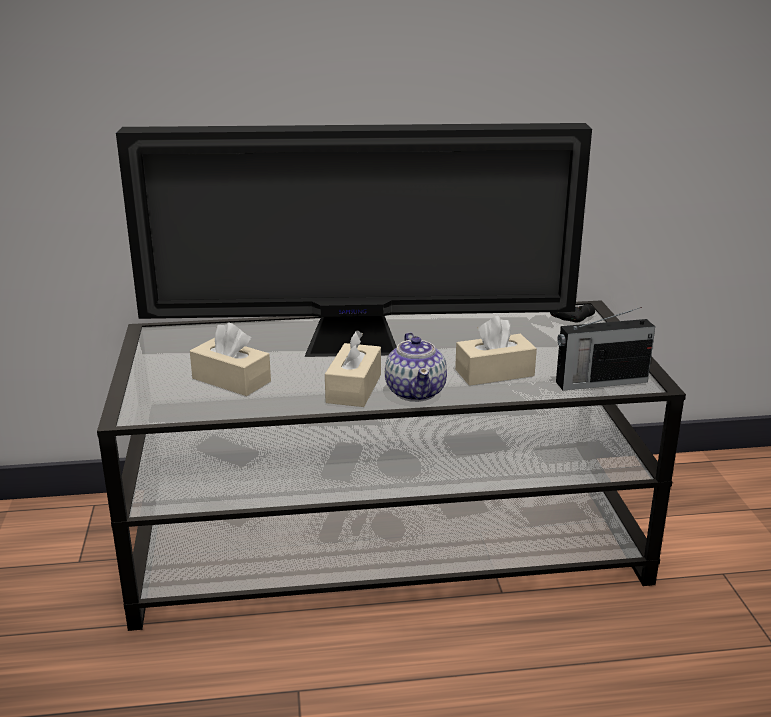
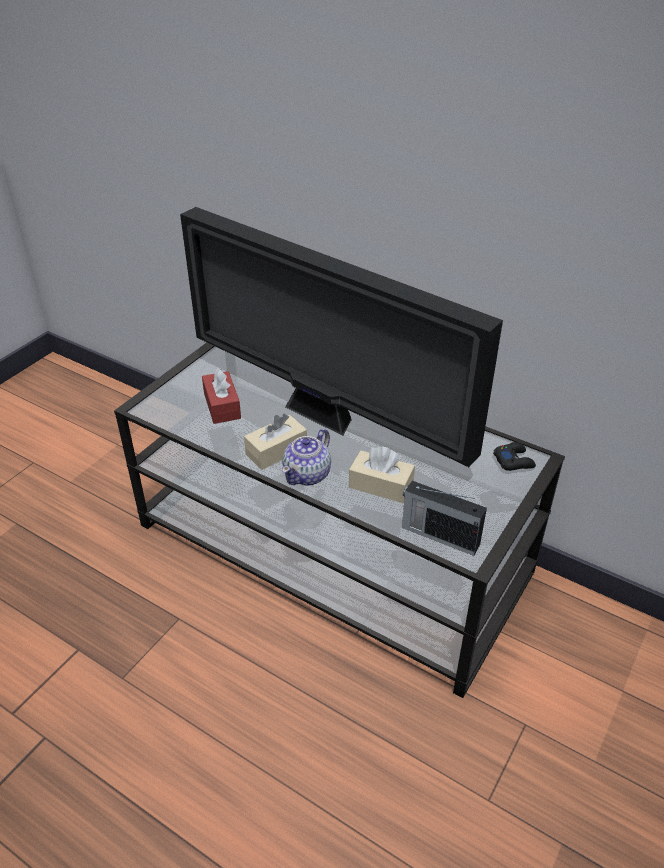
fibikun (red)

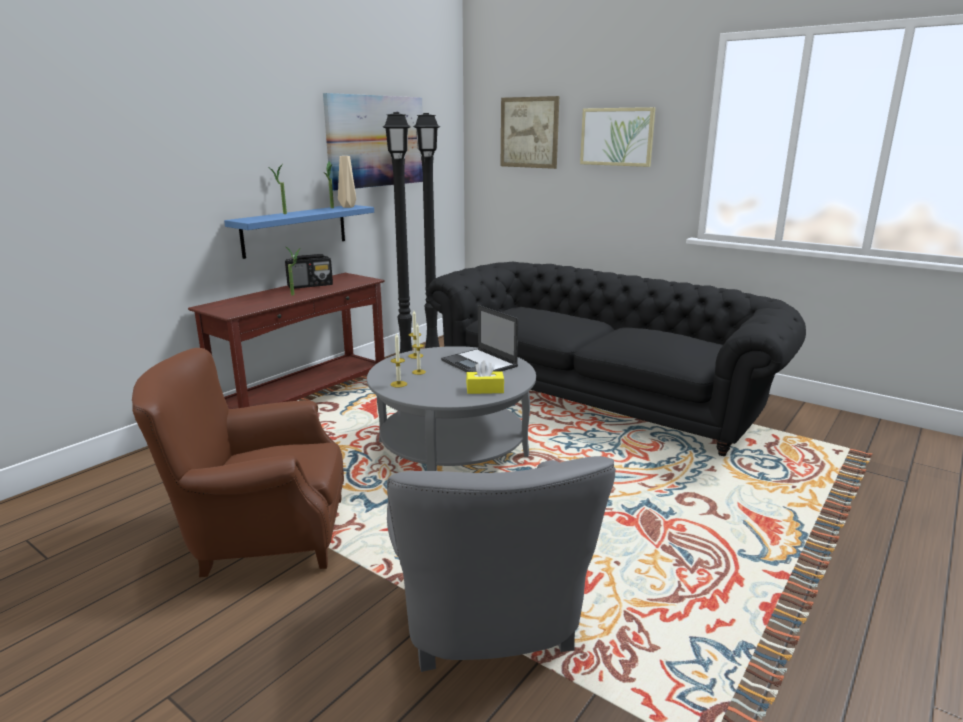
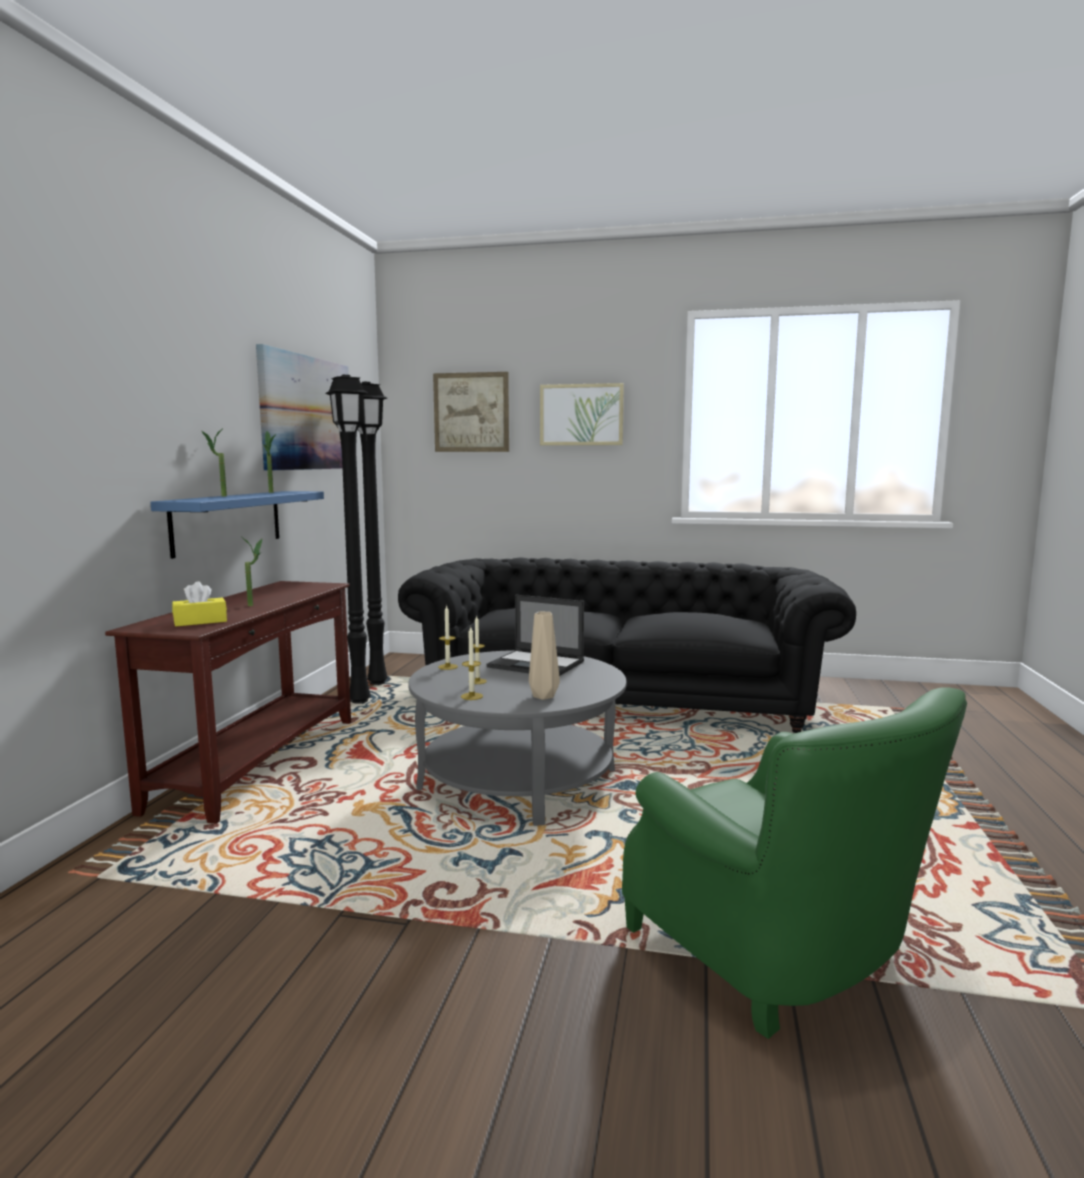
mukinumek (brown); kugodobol; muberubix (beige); mukinumek (green); fibikun (yellow)

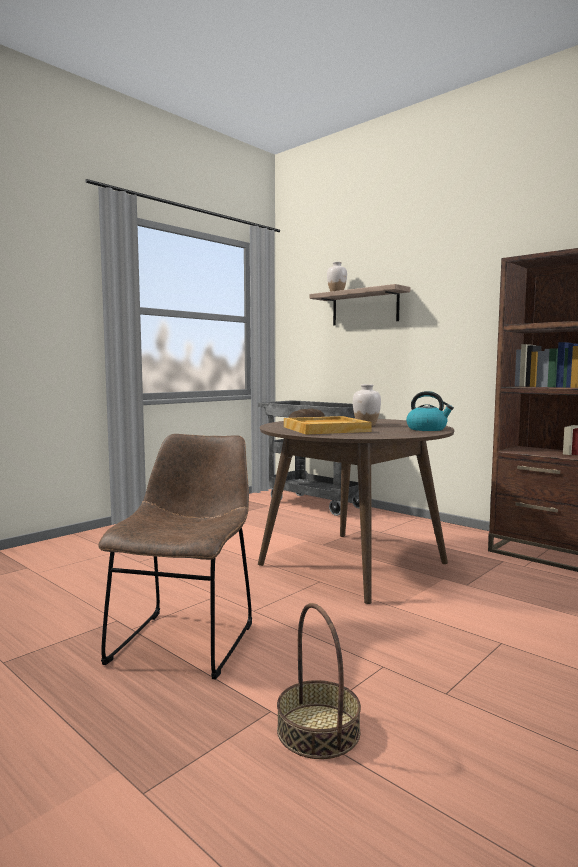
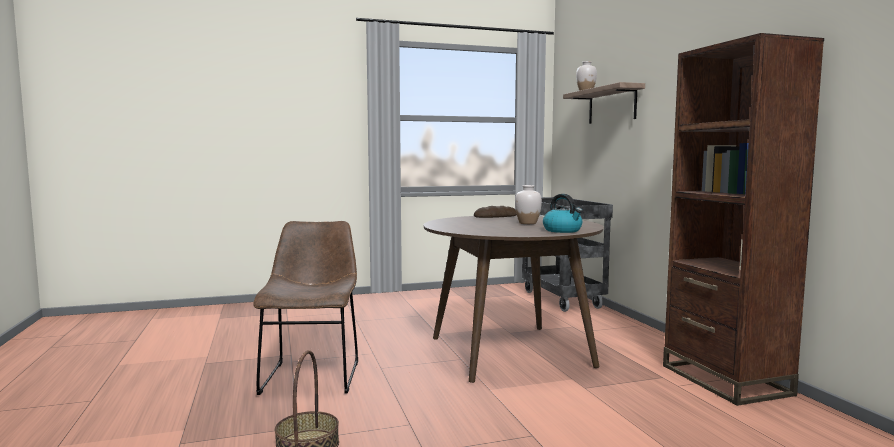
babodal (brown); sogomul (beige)

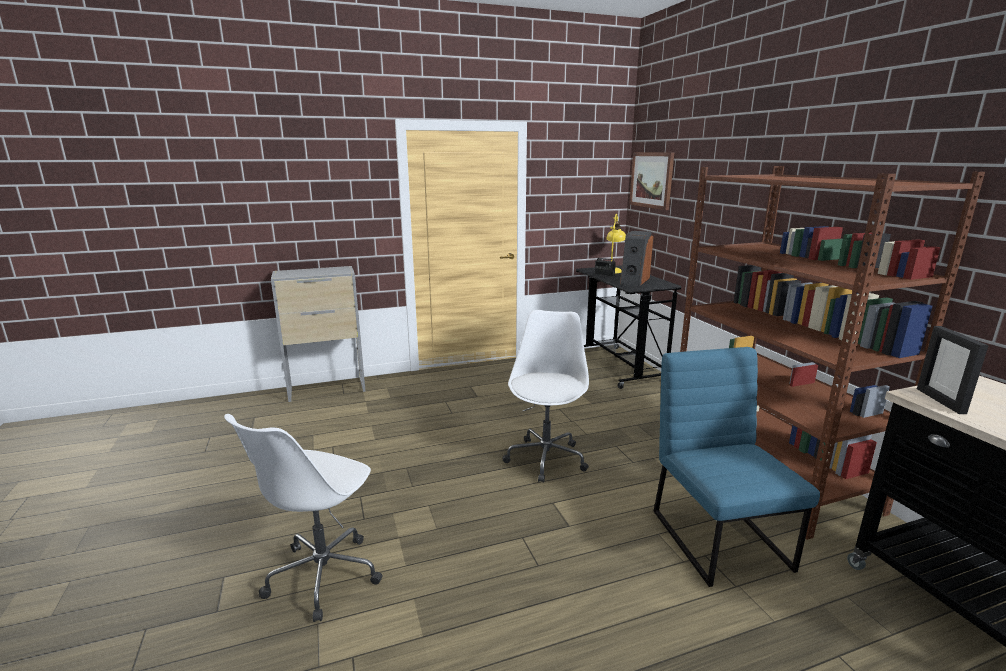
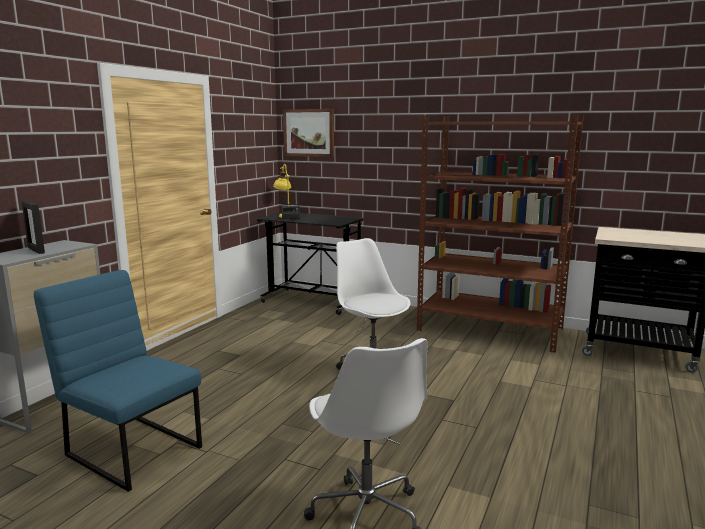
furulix; babodal (blue); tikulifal

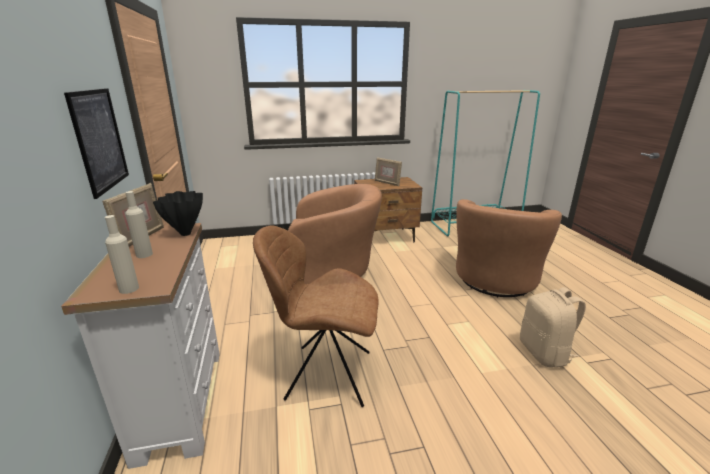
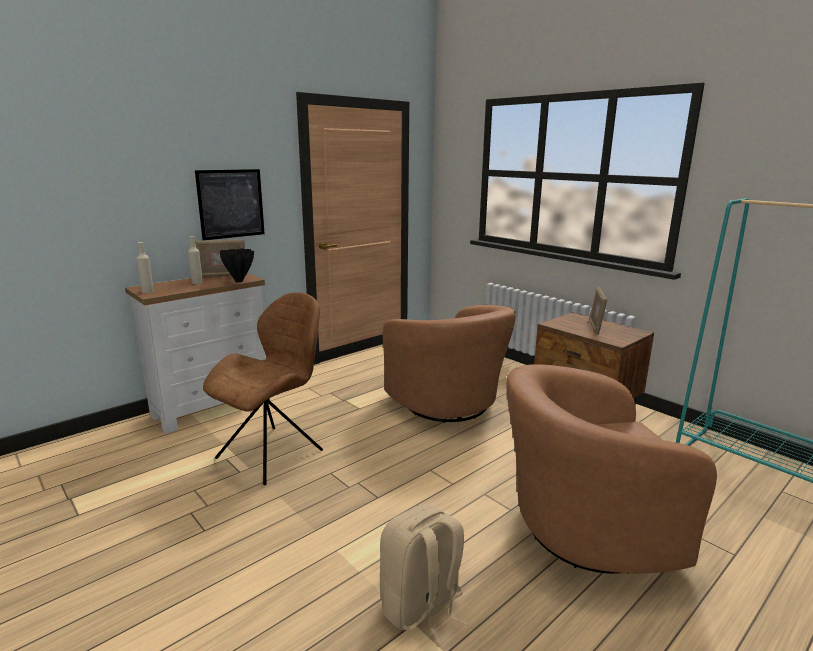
babodal (brown)

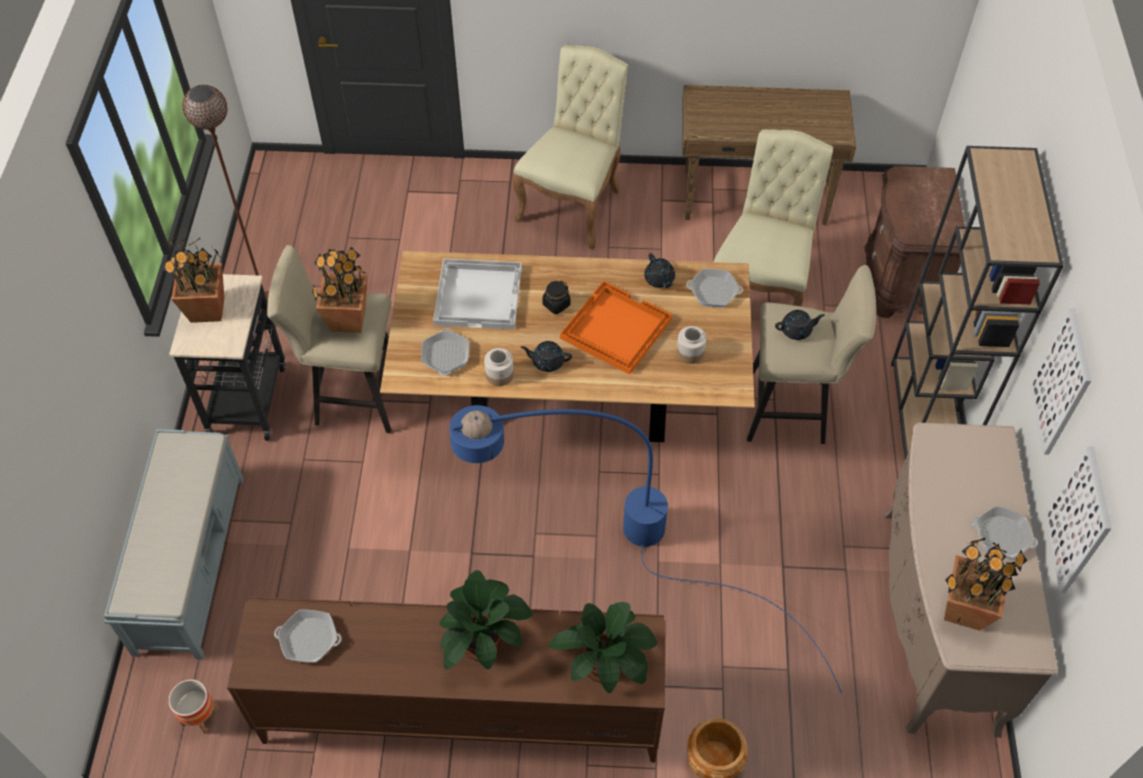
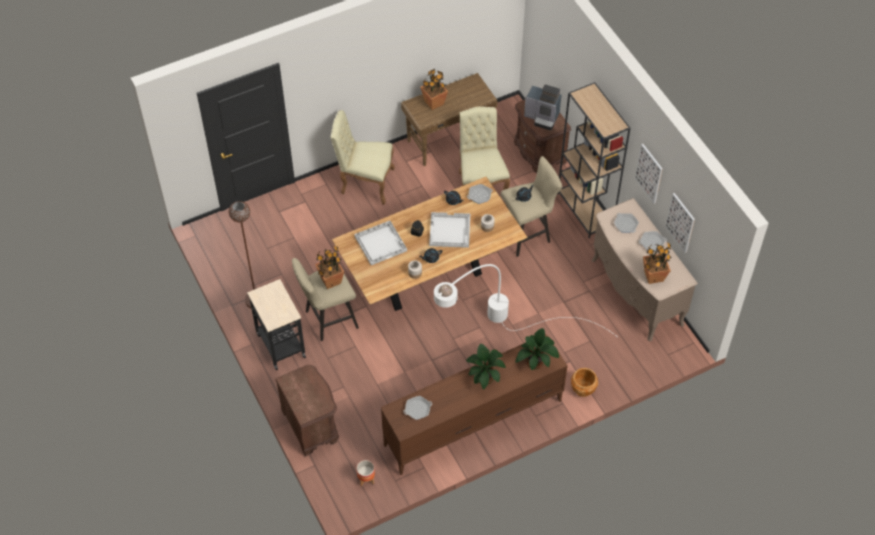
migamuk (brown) (1st from left); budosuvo (2nd from left); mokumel (3rd from left); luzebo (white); babodal (beige) (1st from left); sogomul (white) (2nd from left); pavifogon

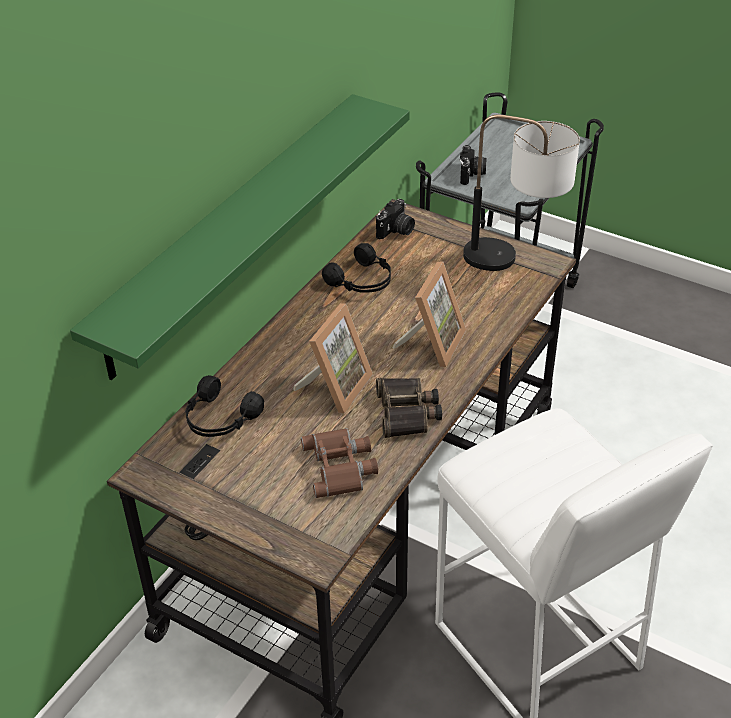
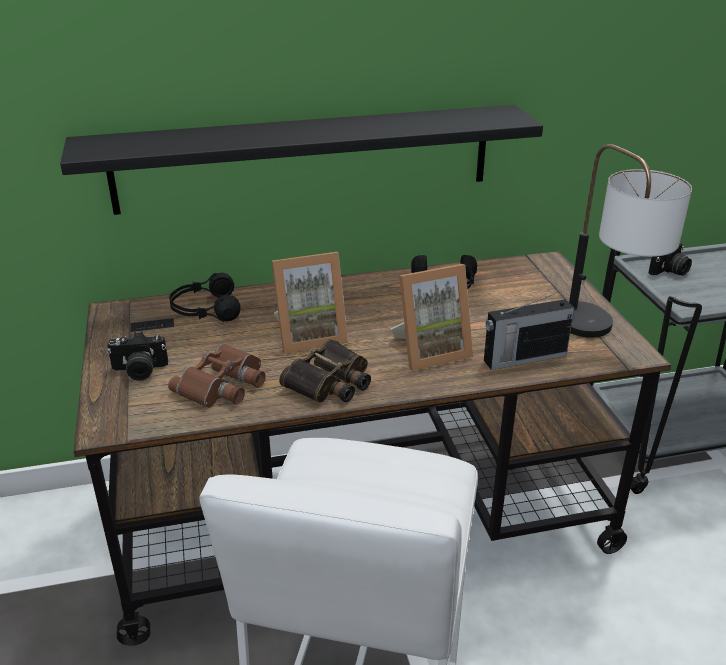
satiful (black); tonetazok (1st from left); kugodobol

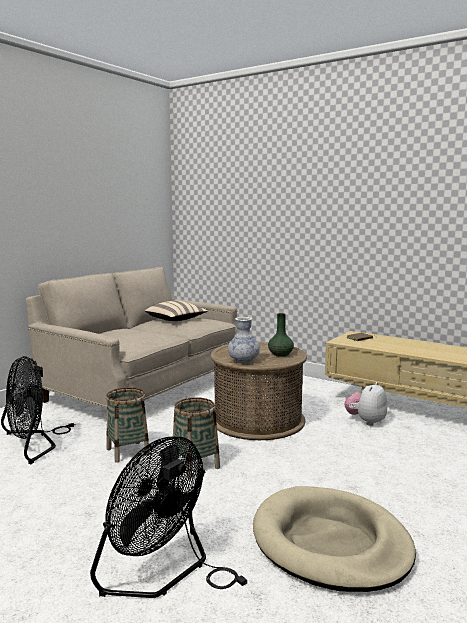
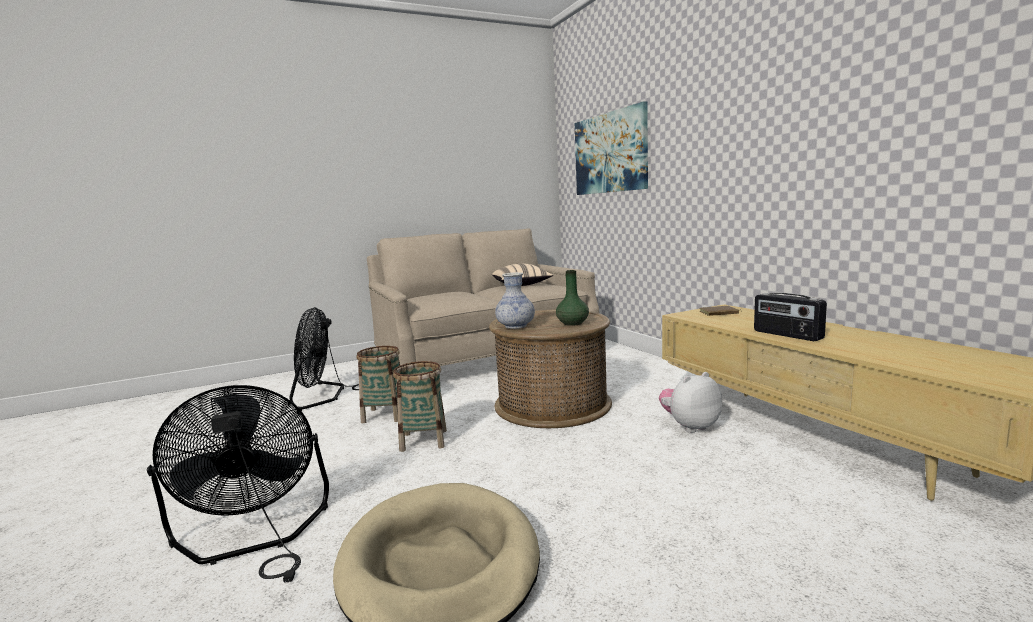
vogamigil; kugodobol

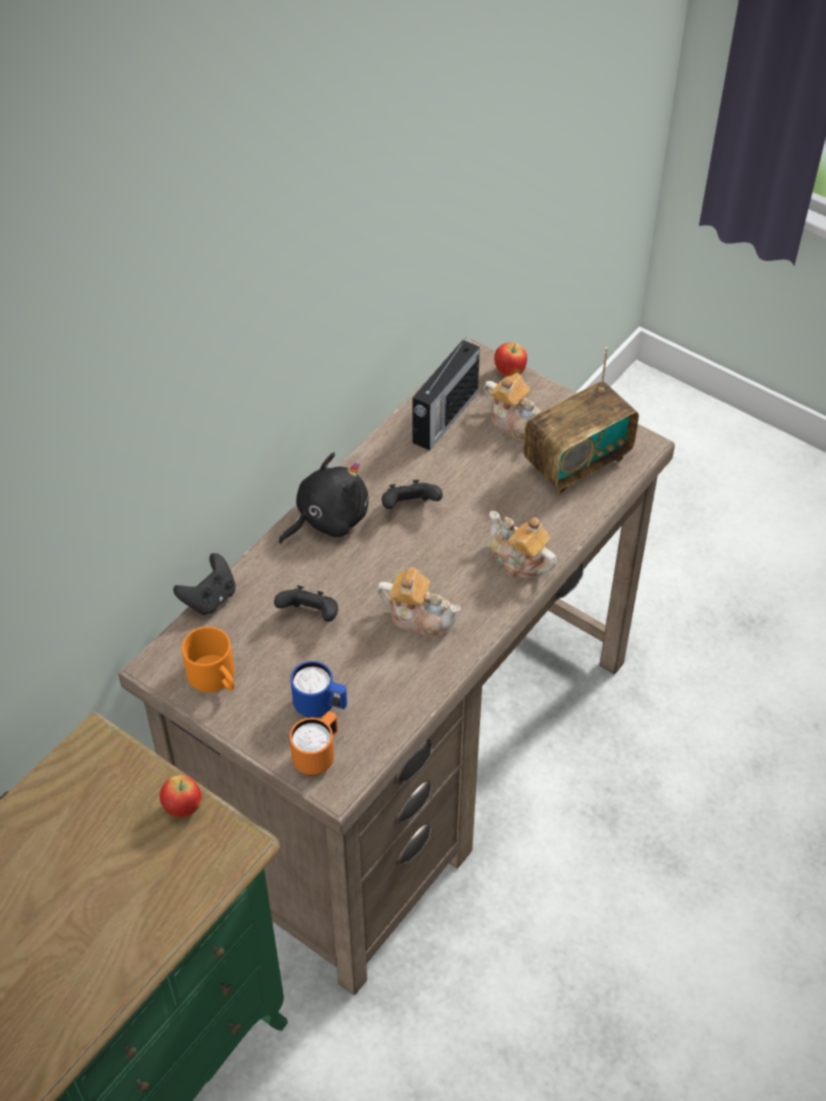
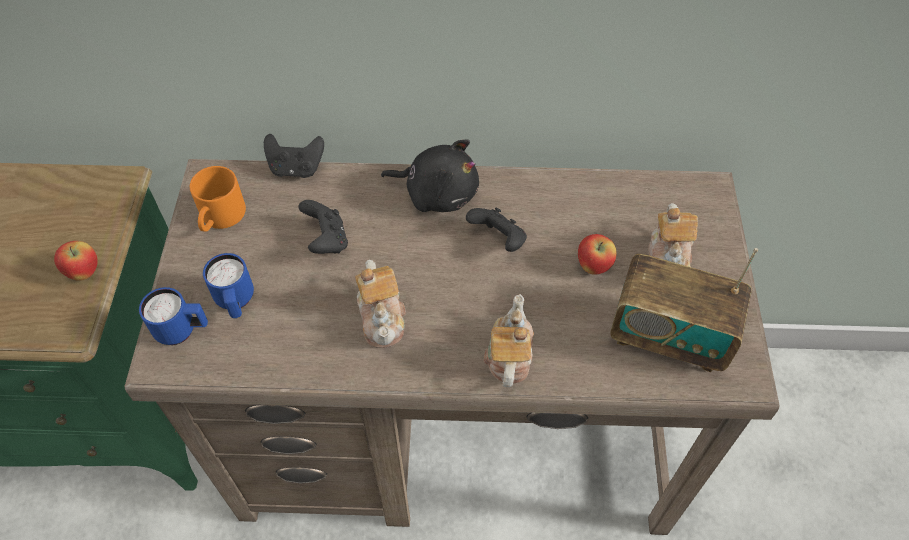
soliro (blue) (1st from left); kugodobol (1st from left in the first image); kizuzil (2nd from left)

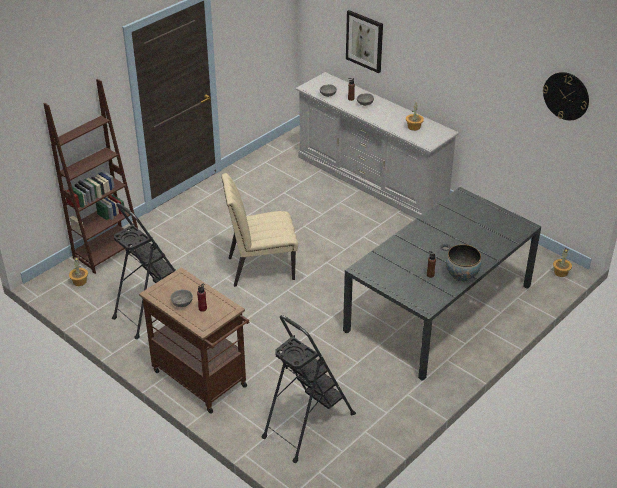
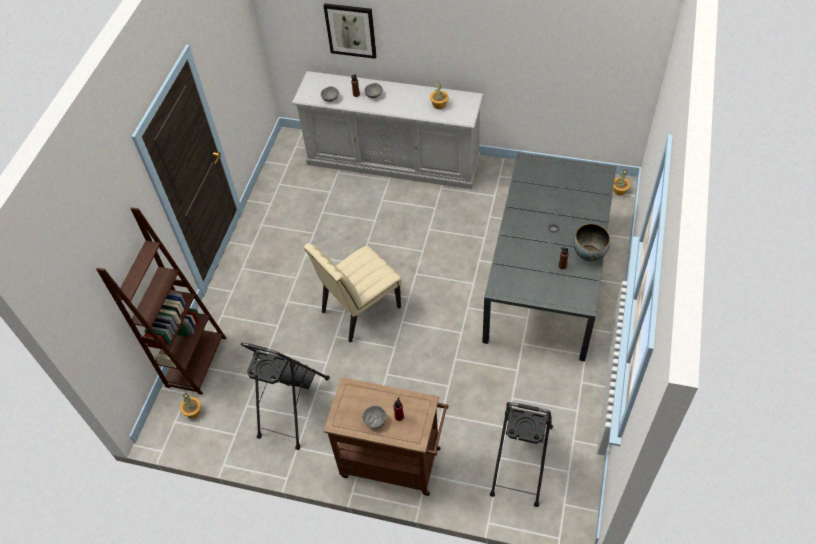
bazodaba

